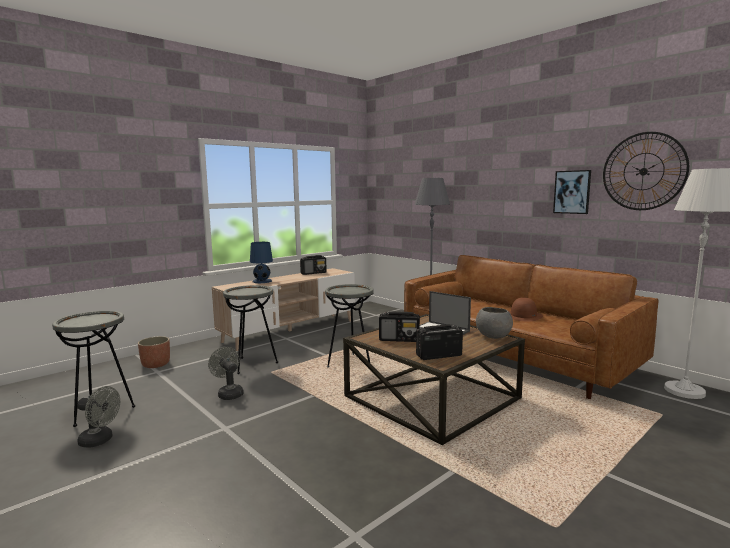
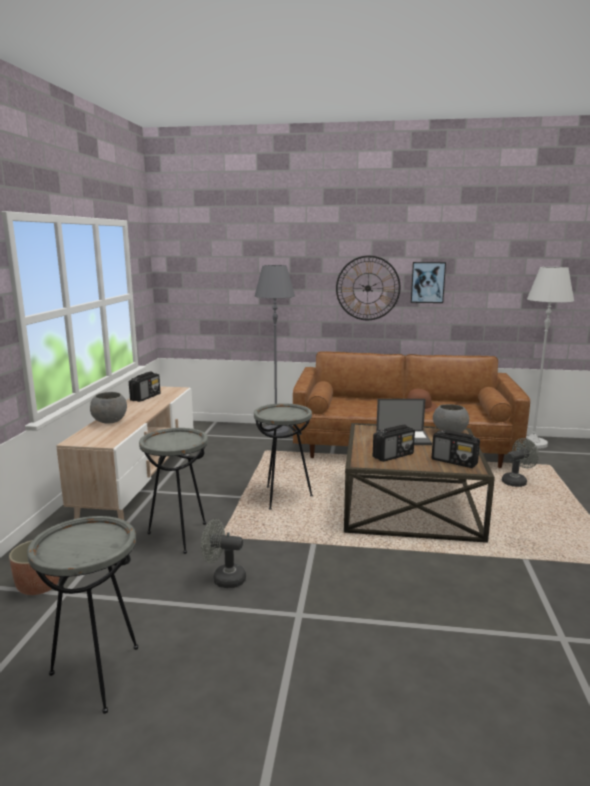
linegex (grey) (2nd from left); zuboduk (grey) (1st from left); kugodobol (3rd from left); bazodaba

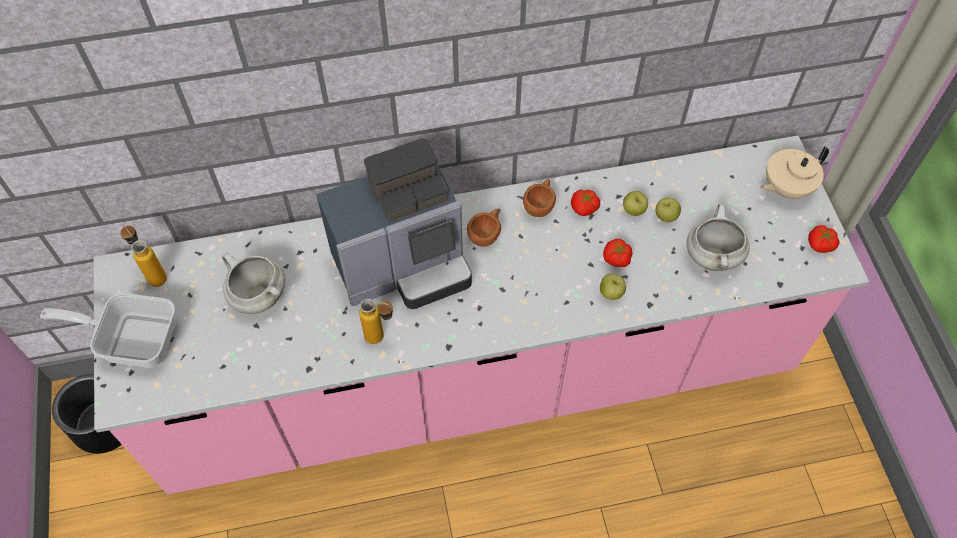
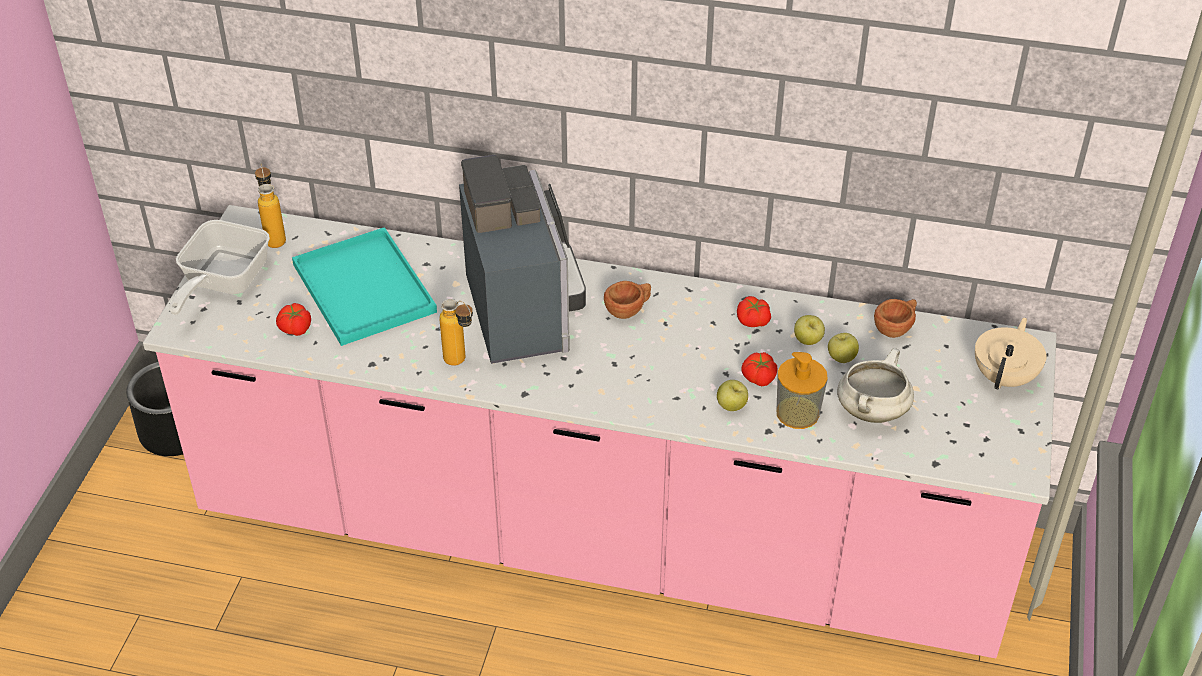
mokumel; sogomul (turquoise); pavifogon; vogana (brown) (2nd from left); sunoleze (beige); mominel (1st from left); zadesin

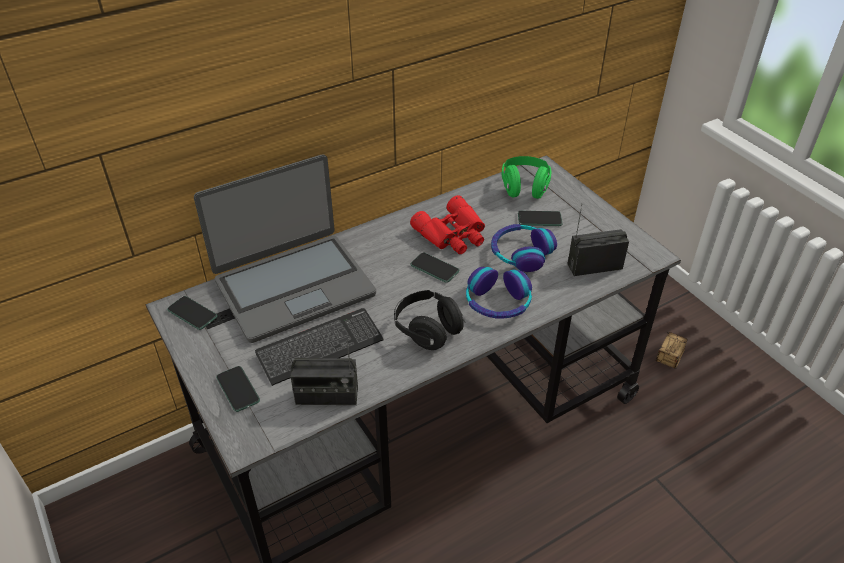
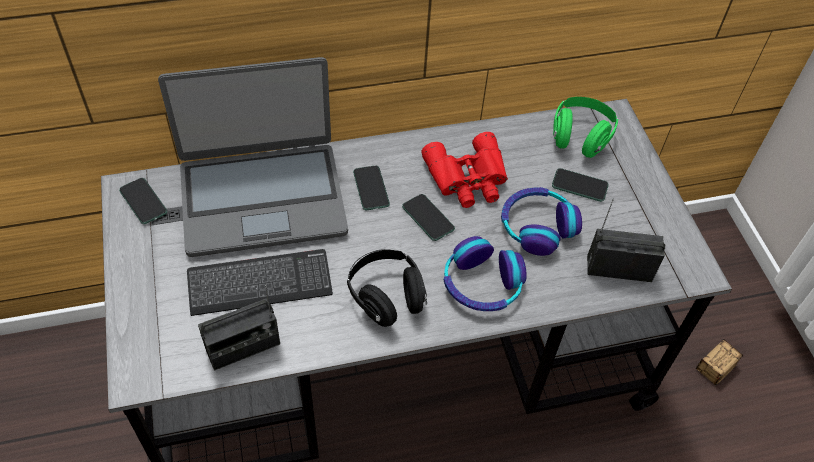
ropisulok (2nd from left); kugodobol (1st from left)

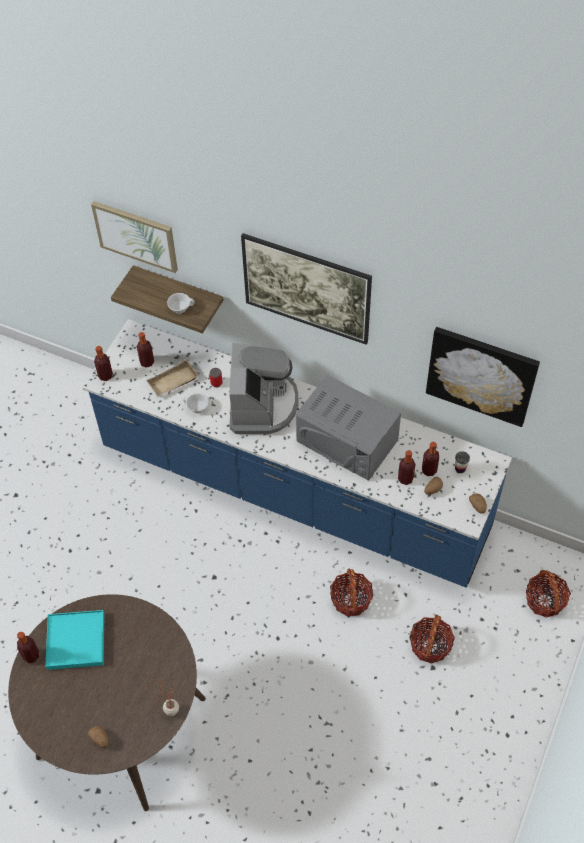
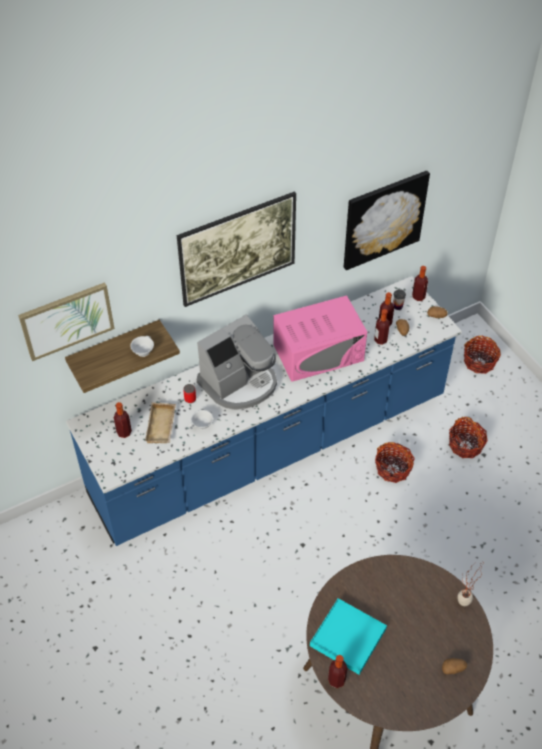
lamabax (5th from left); pavifogon; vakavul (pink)

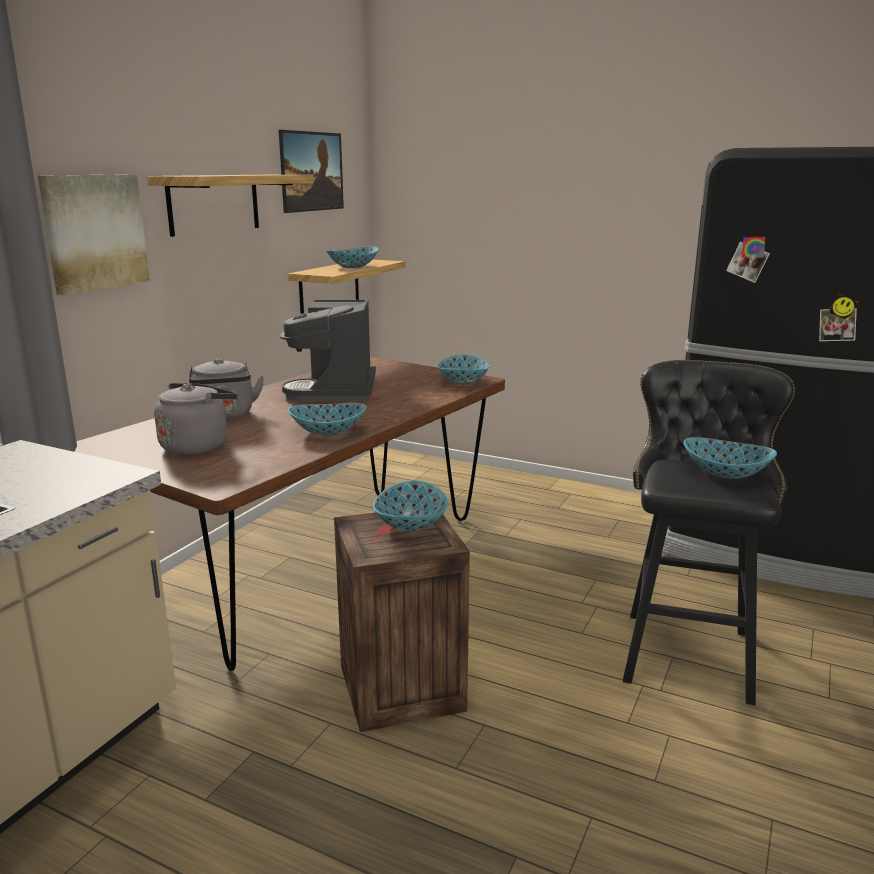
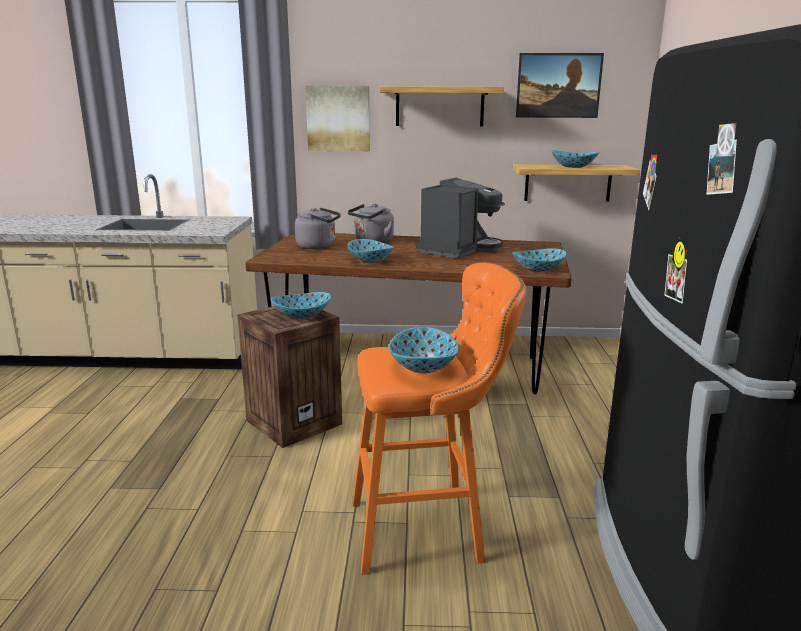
pavifogon; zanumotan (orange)

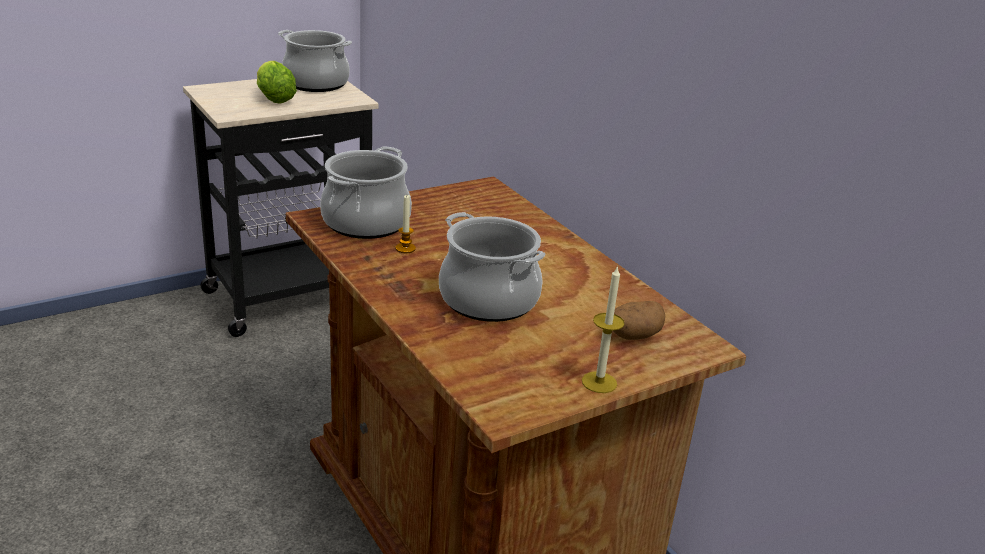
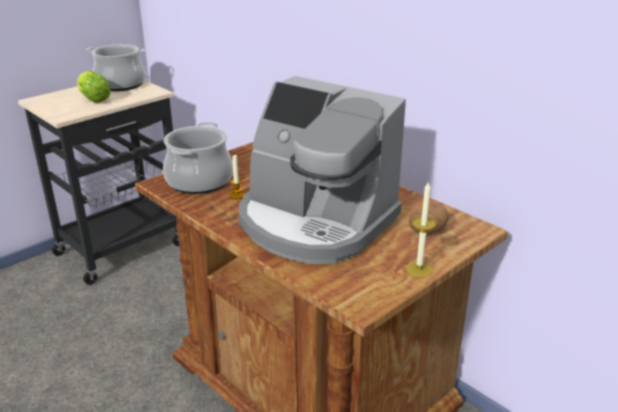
pavifogon

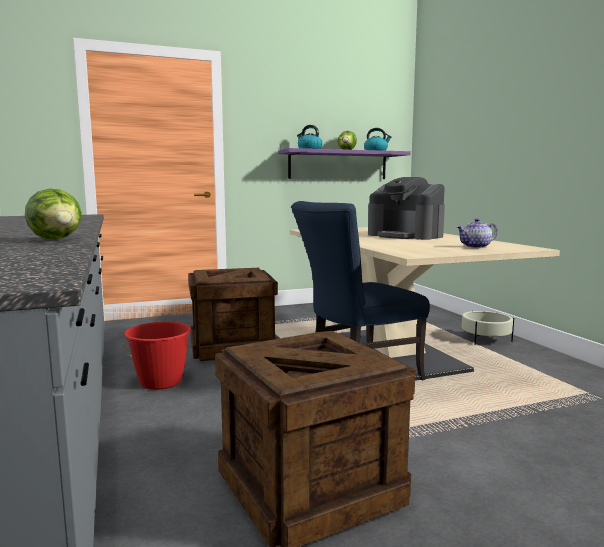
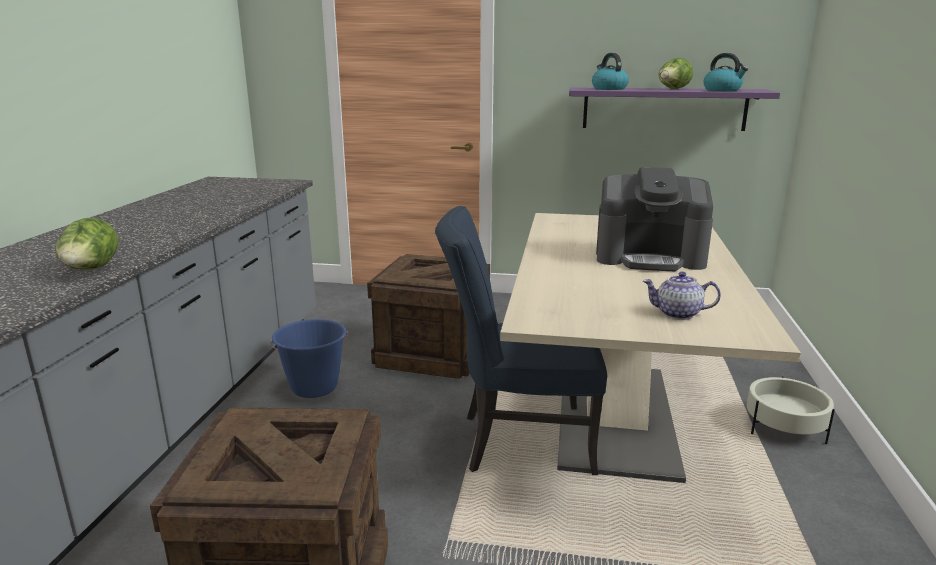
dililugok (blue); pavifogon

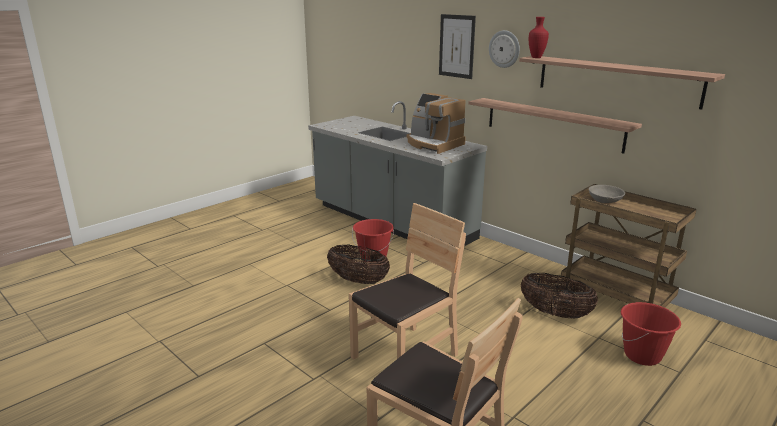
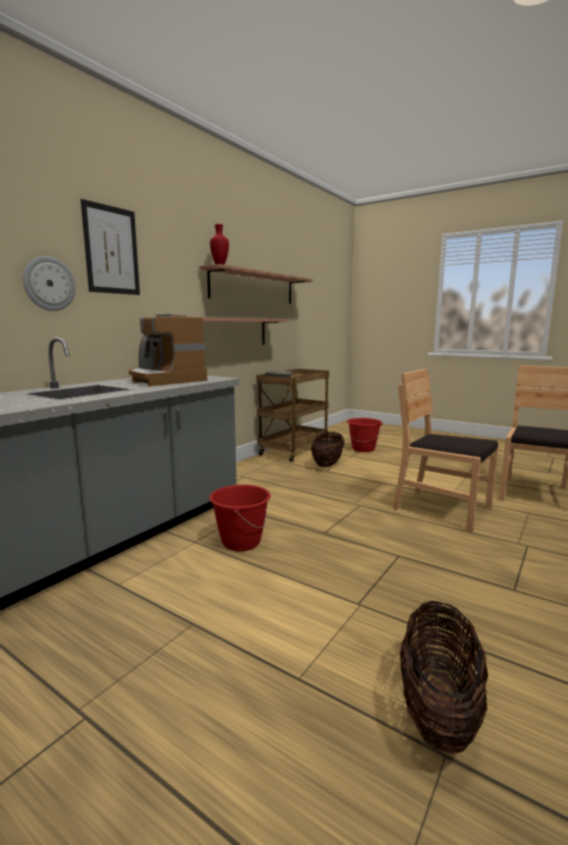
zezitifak (2nd from left); pavifogon; bazodaba

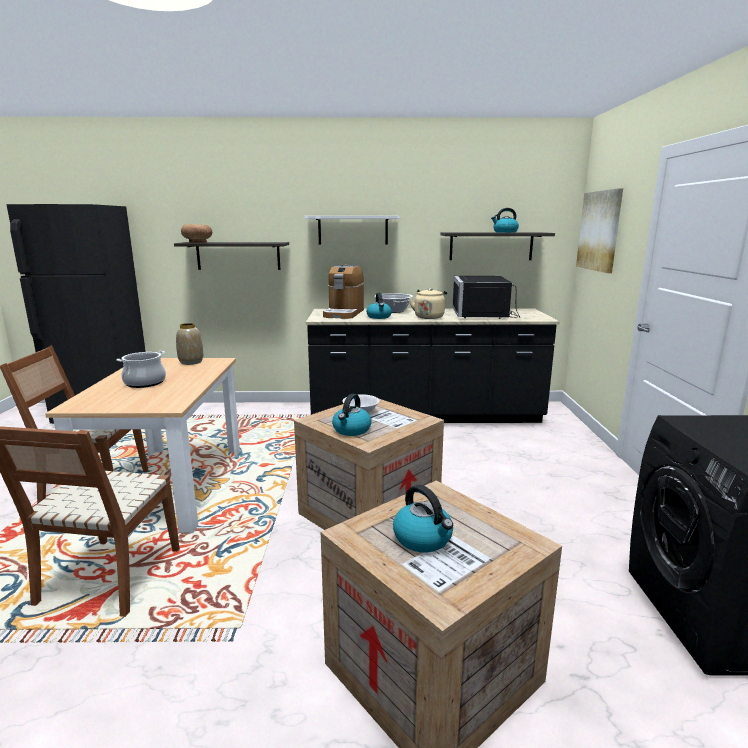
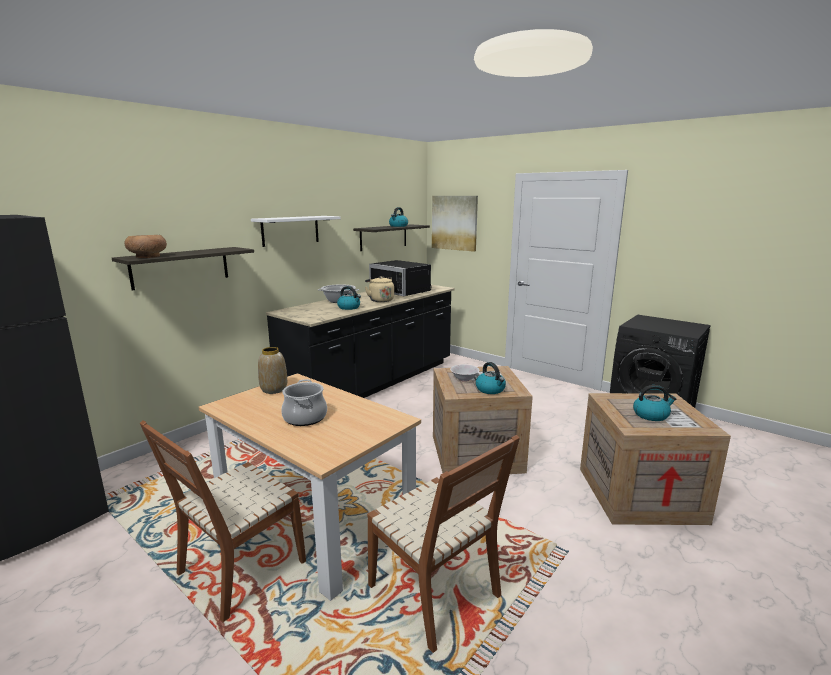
pavifogon

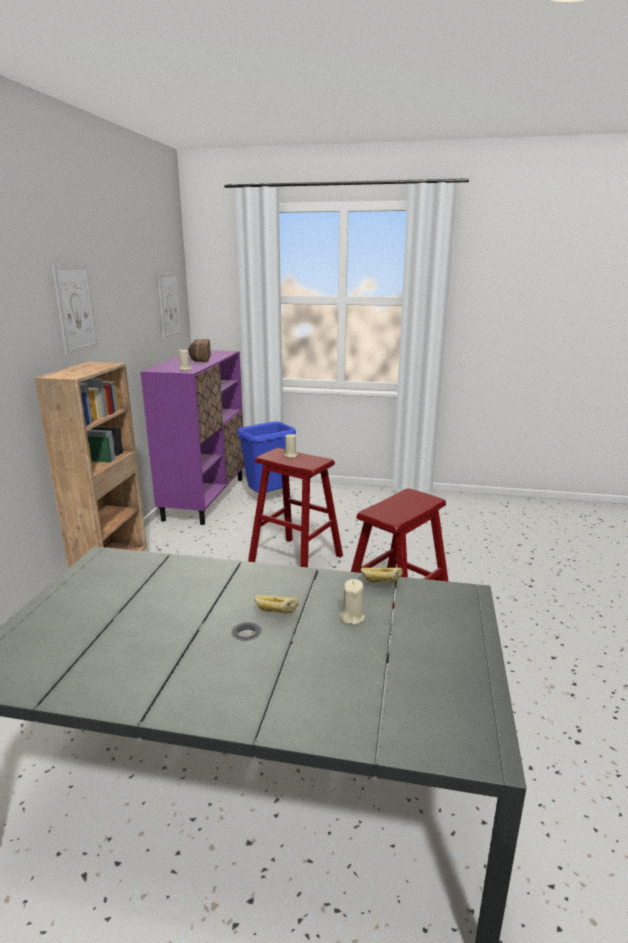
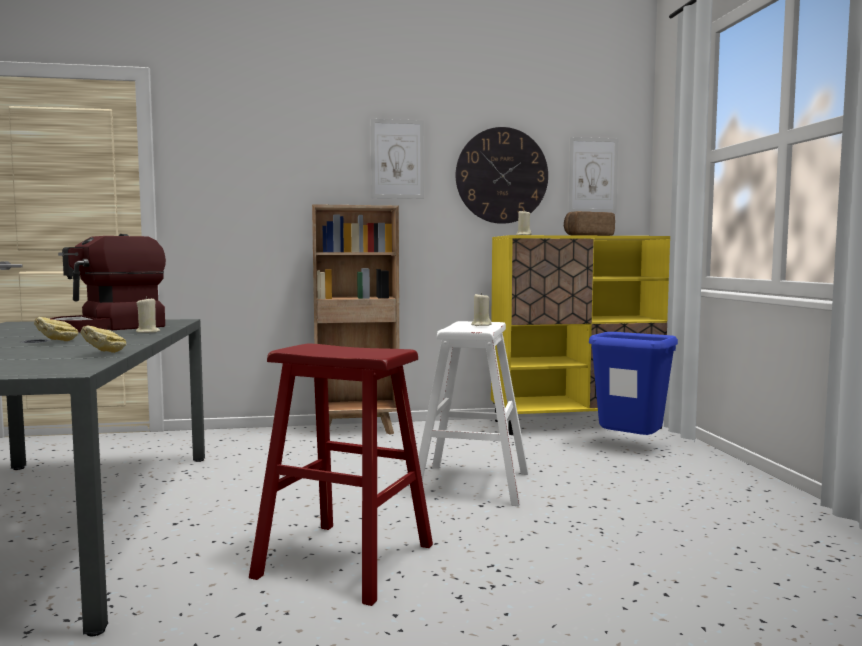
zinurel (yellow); zanumotan (white); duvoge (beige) (1st from left); pavifogon; bazodaba

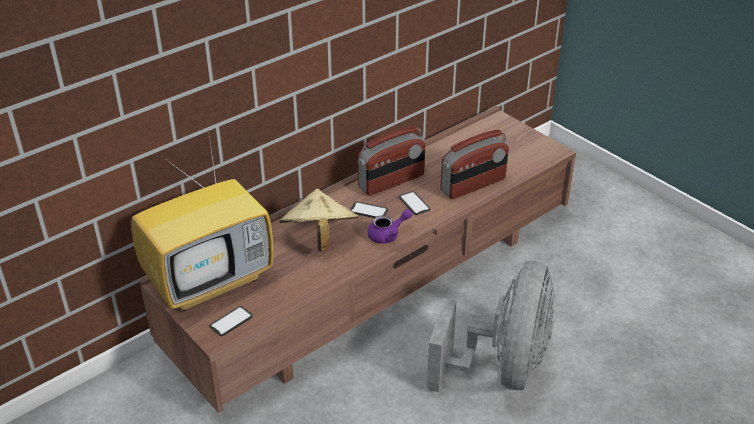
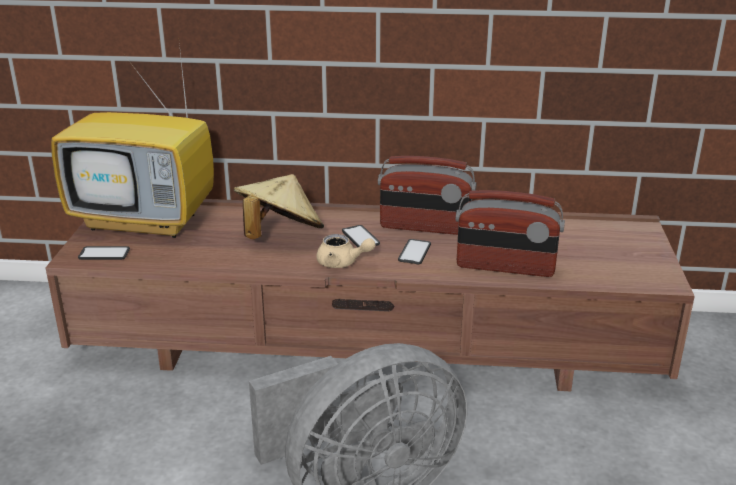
sunoleze (beige)

